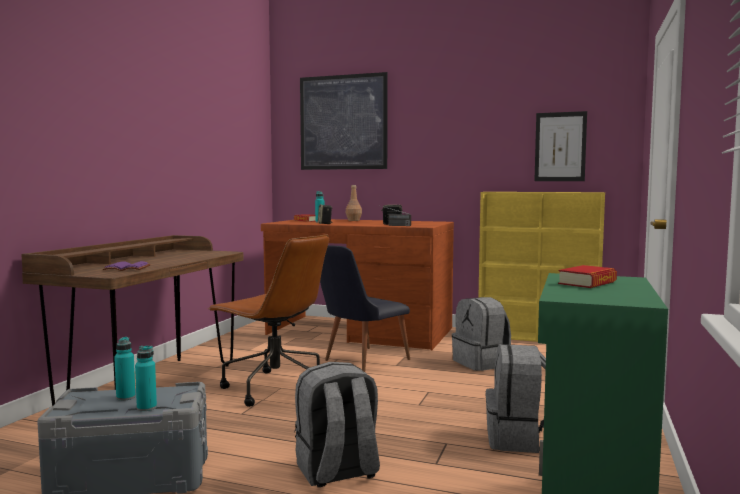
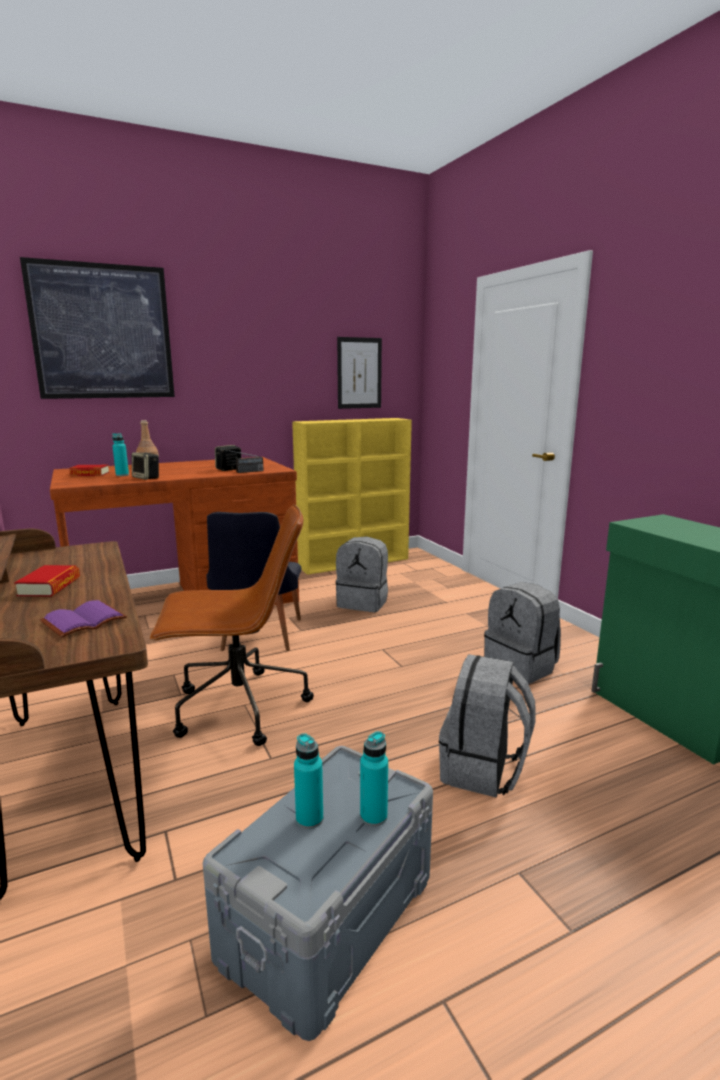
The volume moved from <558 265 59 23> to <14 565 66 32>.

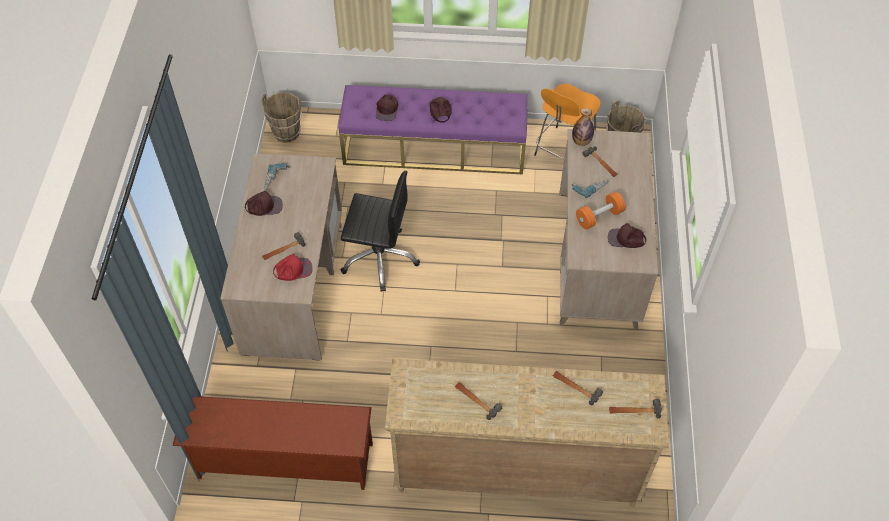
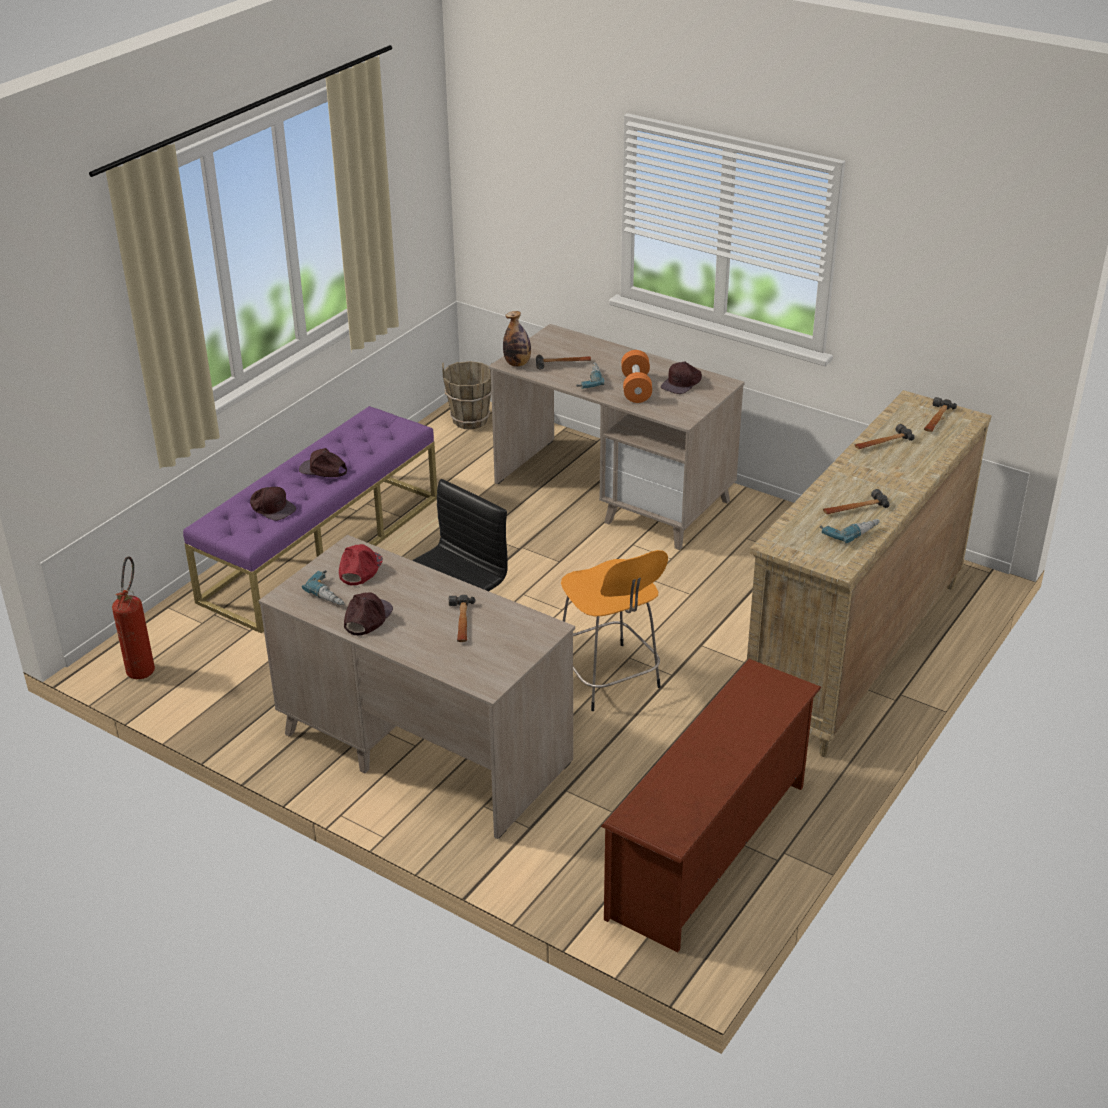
The bucket in brown at <262 92 40 51> was replaced by the extinguisher at <112 556 43 123>. The baseball cap in red-coloured moved from <273 254 40 27> to <339 544 44 41>. The stool seat in orange moved from <534 84 67 76> to <561 550 107 161>. The electric drill at <820 519 60 24> appeared.

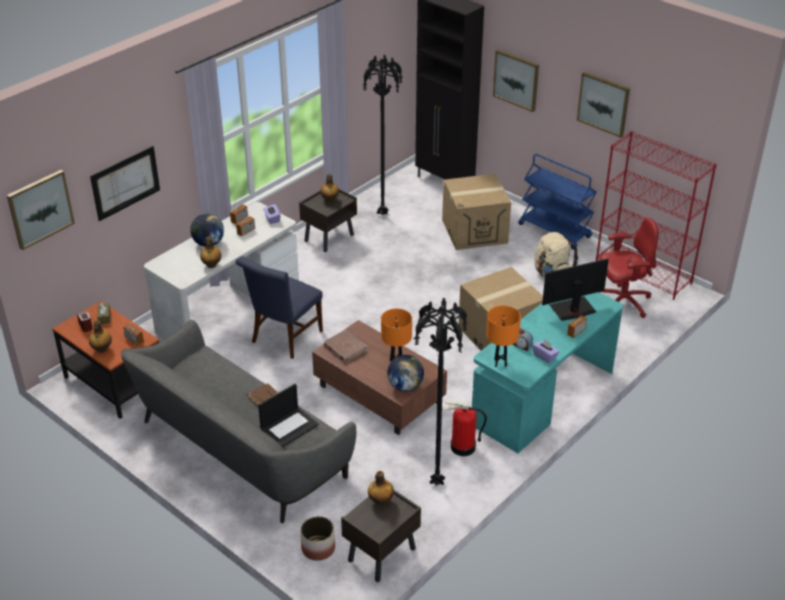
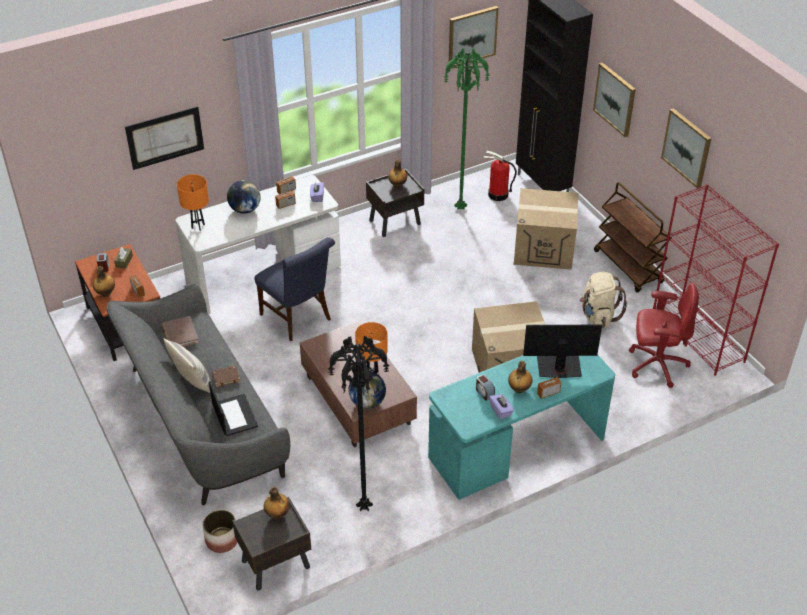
The wall picture moved from <7 170 68 80> to <449 6 50 61>. The beverage bottle moved from <200 237 21 31> to <508 361 25 32>. The plain chair in blue at <236 256 87 103> turned 90 degrees counterclockwise. The laptop at <258 383 61 64> turned 90 degrees counterclockwise. The volume in brown moved from <324 330 44 33> to <162 316 37 31>. The standard lamp in black at <363 55 40 161> became the standard lamp in greenish at <444 48 46 162>. The extinguisher moved from <442 400 45 56> to <484 151 33 50>. The table lamp in orange moved from <486 305 35 62> to <177 174 32 57>. The wheeled cart in blue at <518 154 78 95> became the wheeled cart in brown at <594 182 78 111>. The throw pillow at <163 338 51 56> appeared.

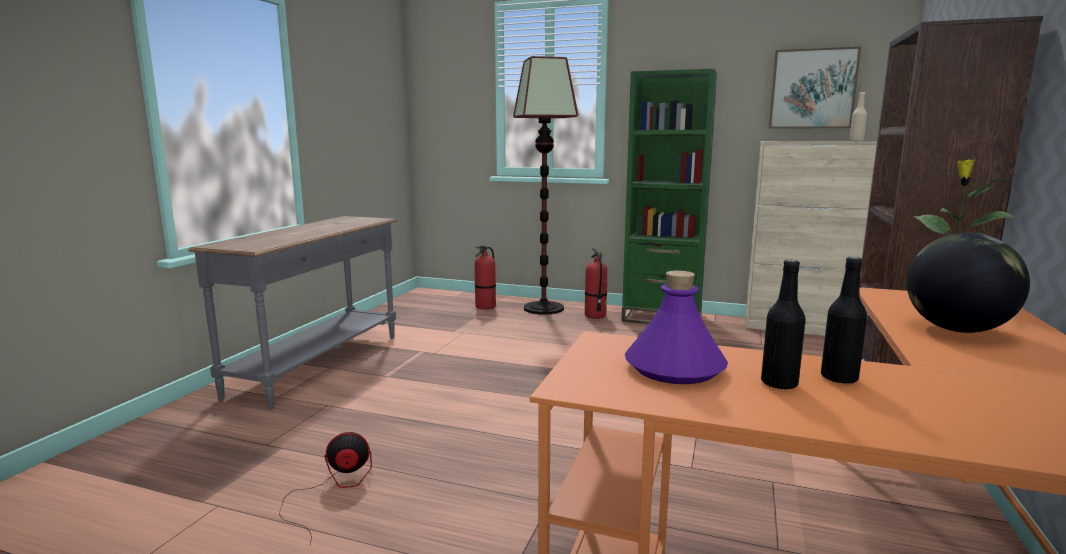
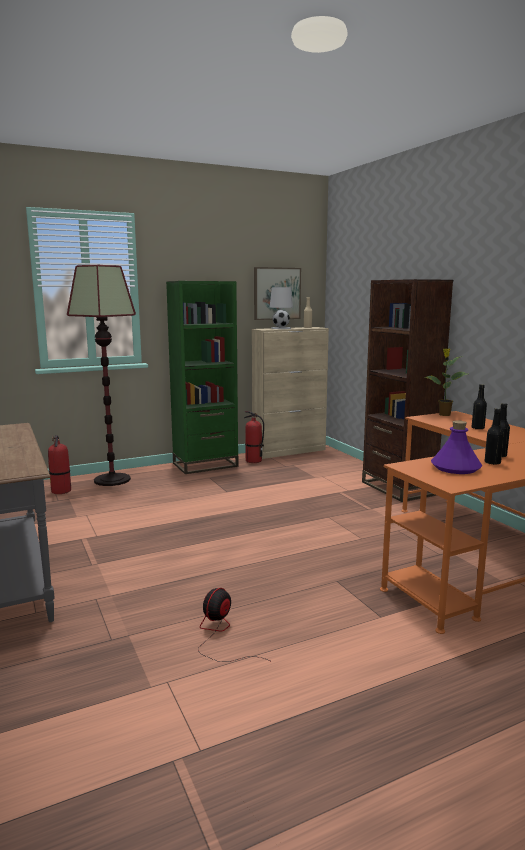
The extinguisher moved from <585 248 22 71> to <244 411 20 52>. The desk globe at <907 233 123 100> was replaced by the beverage bottle in black at <472 384 15 46>. The table lamp in white-coloured at <270 287 23 42> appeared.

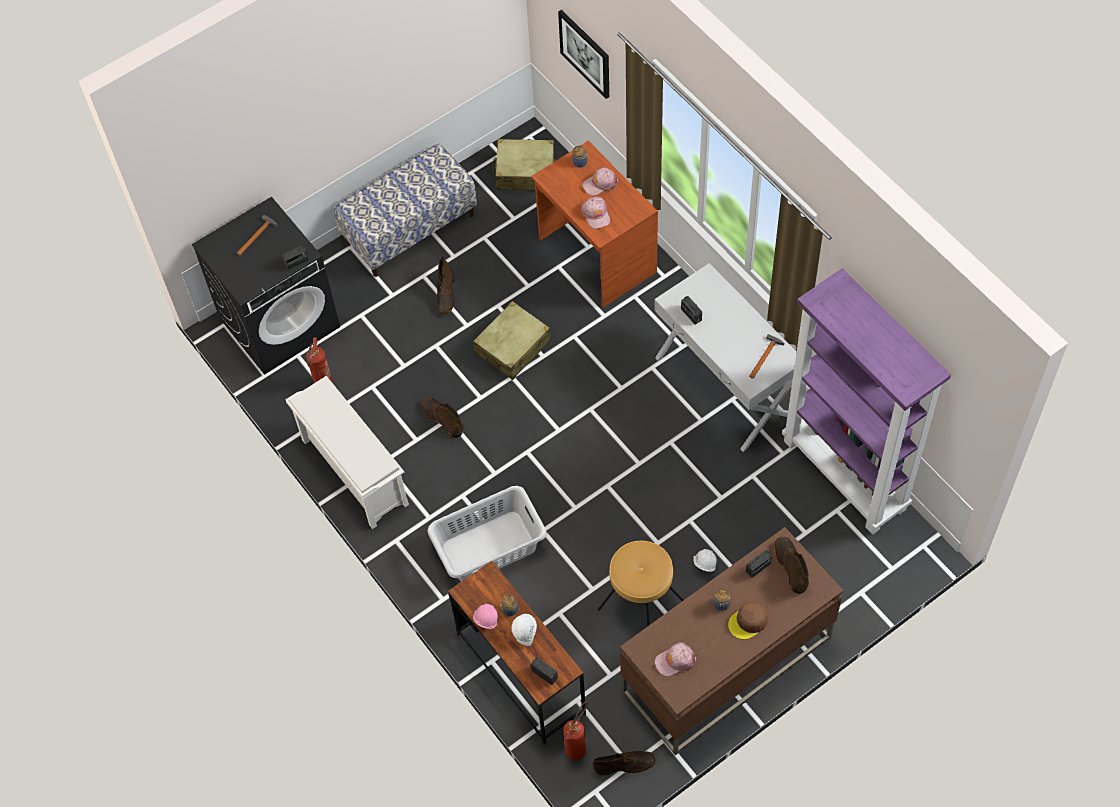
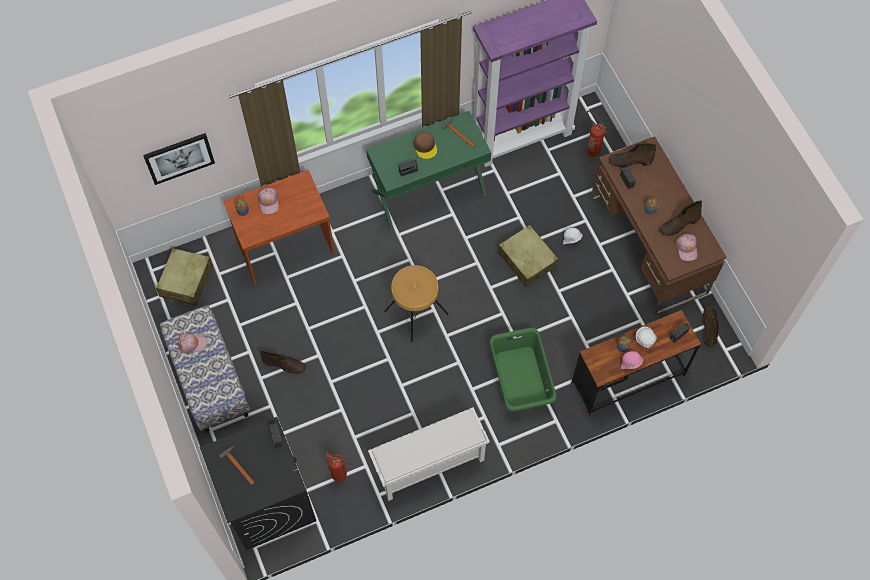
The tall boot in brown moved from <421 397 42 41> to <659 200 43 36>. The hamper in grey at <428 486 119 96> became the hamper in greenish at <489 328 68 84>. The travel case in sand-coloured moved from <473 301 78 79> to <498 225 60 62>. The extinguisher moved from <563 701 25 60> to <587 110 20 47>. The baseball cap in pink-coloured moved from <581 197 29 32> to <177 333 30 21>. The stool seat in brown moved from <597 541 87 86> to <384 265 65 77>. The hall table in white-coloured at <654 263 142 189> became the hall table in greenish at <366 111 125 120>. The baseball cap in brown moved from <728 602 40 37> to <414 132 23 27>.

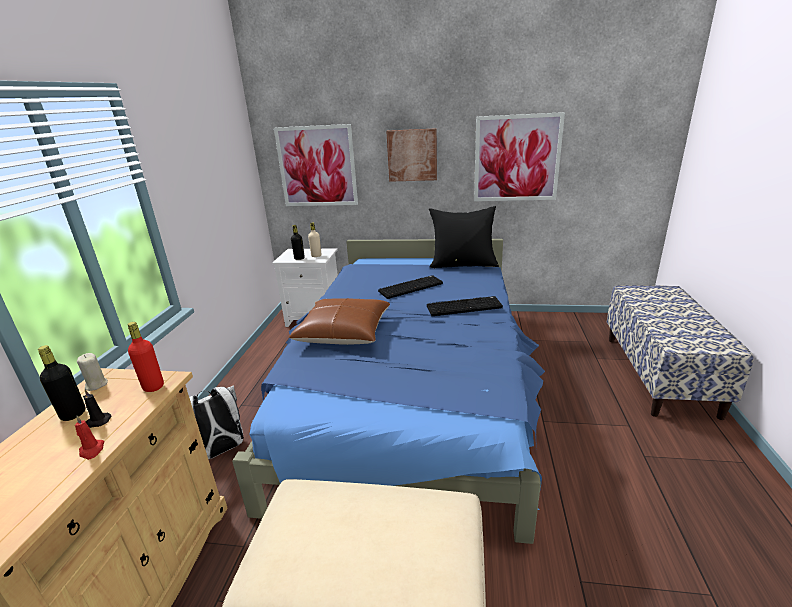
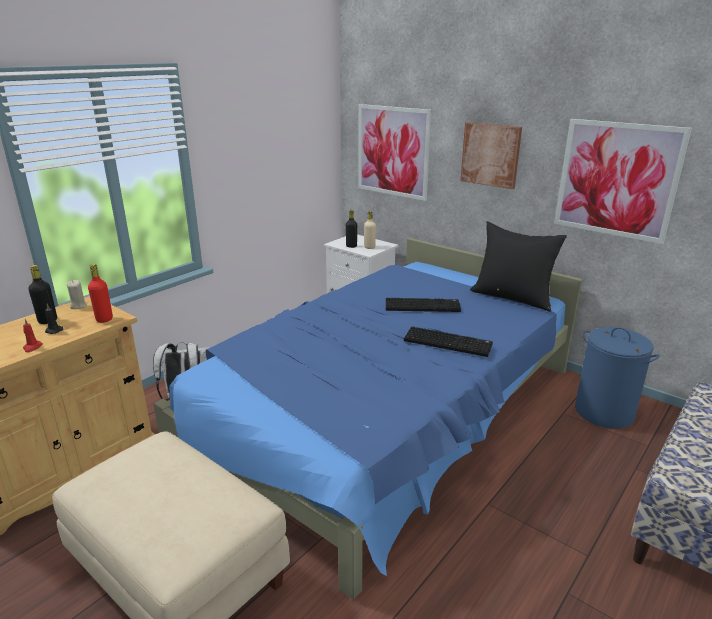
The throw pillow in brown at <289 298 101 47> disappeared. The hamper in blue at <575 327 85 102> appeared.

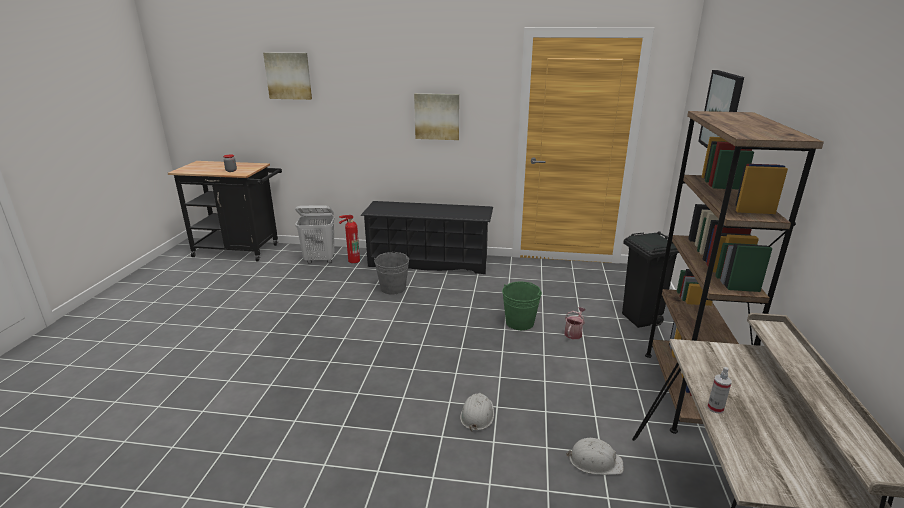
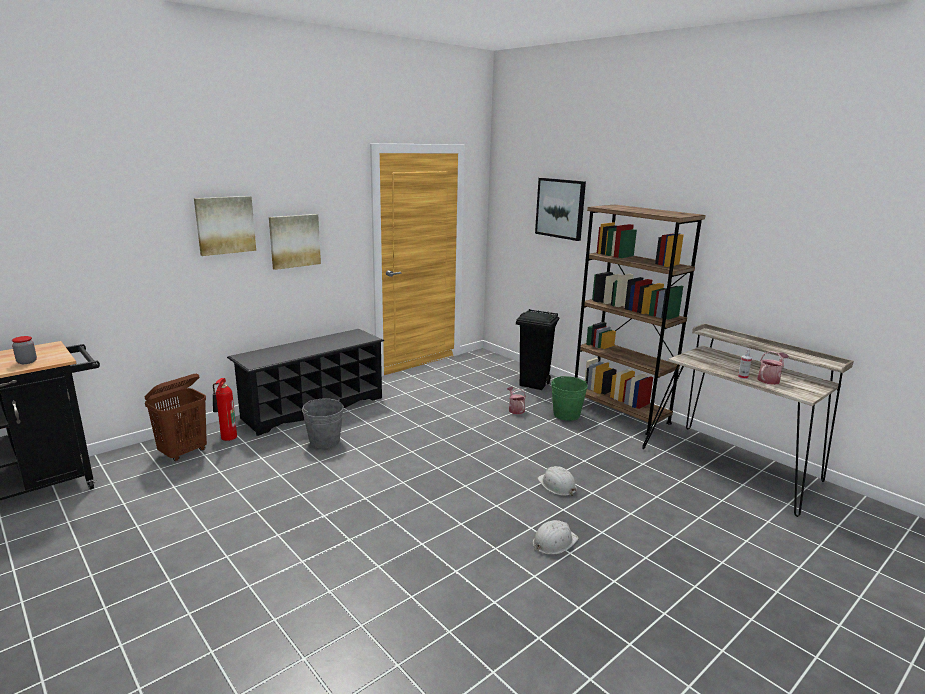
The wall picture moved from <263 53 49 47> to <194 196 62 60>. The hamper in white-coloured at <295 205 40 59> became the hamper in brown at <145 373 62 88>. The bucket in greenish moved from <502 282 40 48> to <551 376 37 45>. The work helmet in white-coloured moved from <566 438 58 37> to <533 520 46 35>. The watering can at <757 351 32 34> appeared.

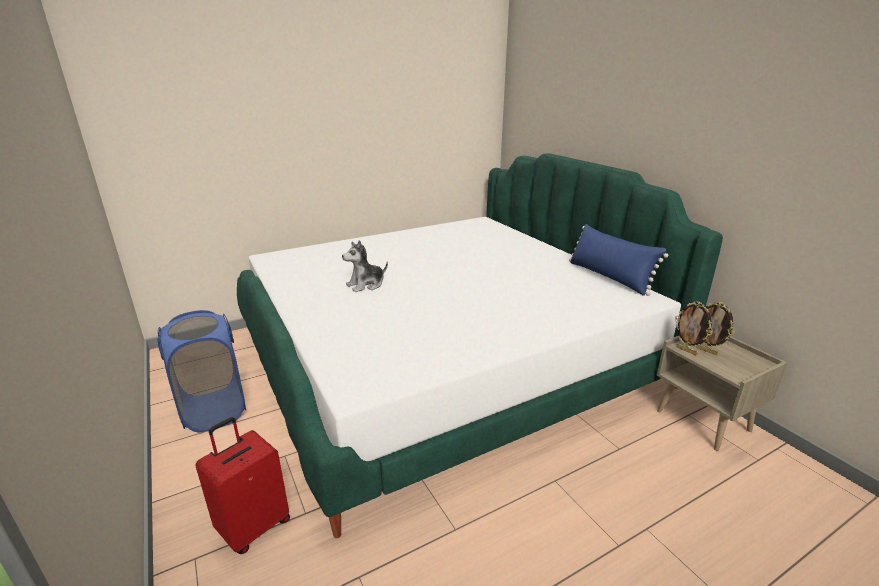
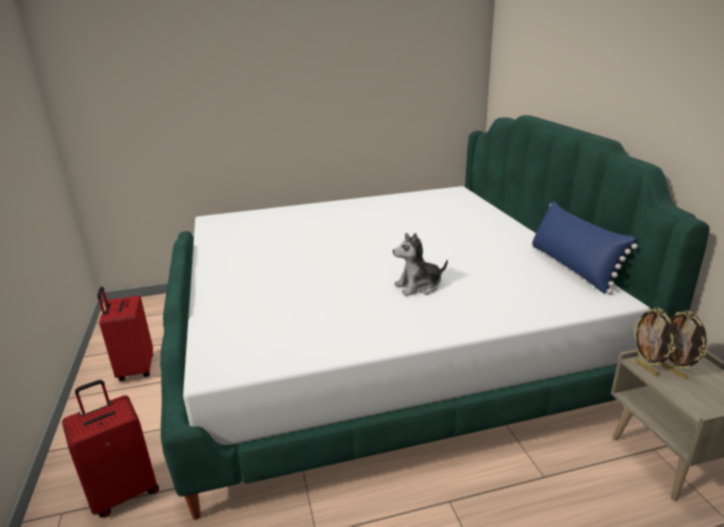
The hamper in blue at <157 310 89 122> was replaced by the travel case in red-coloured at <97 287 56 94>. The plush toy moved from <342 240 46 52> to <393 233 55 63>.

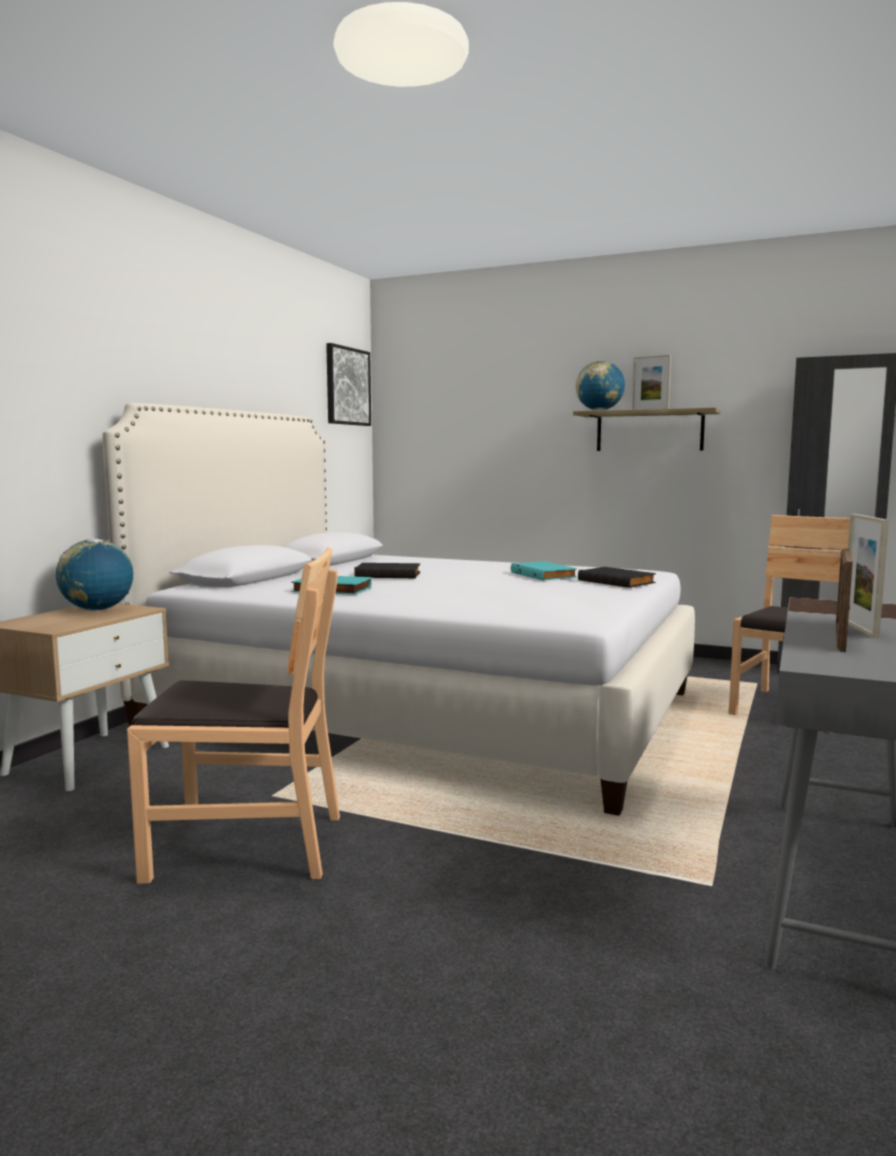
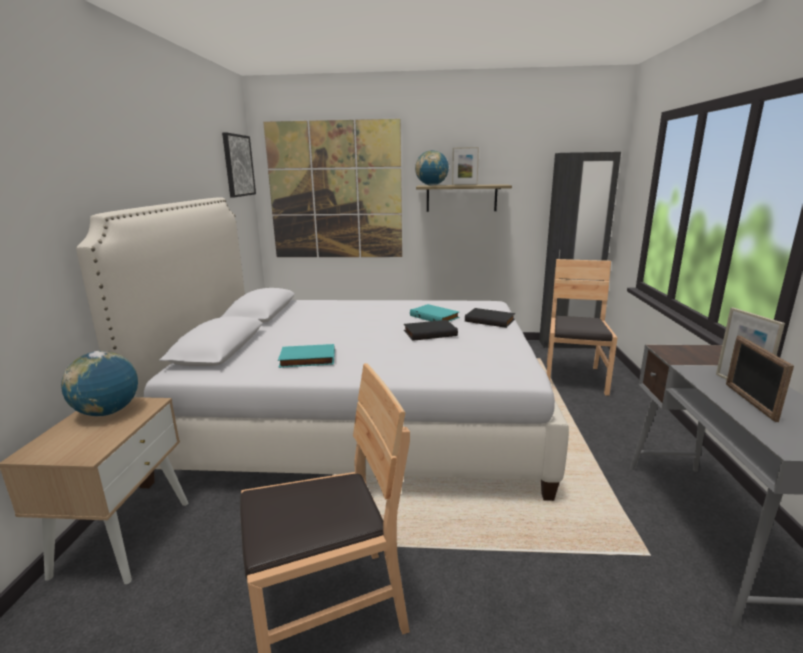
The volume in black moved from <354 563 66 15> to <404 320 54 21>. The wall picture at <263 119 139 138> appeared.

